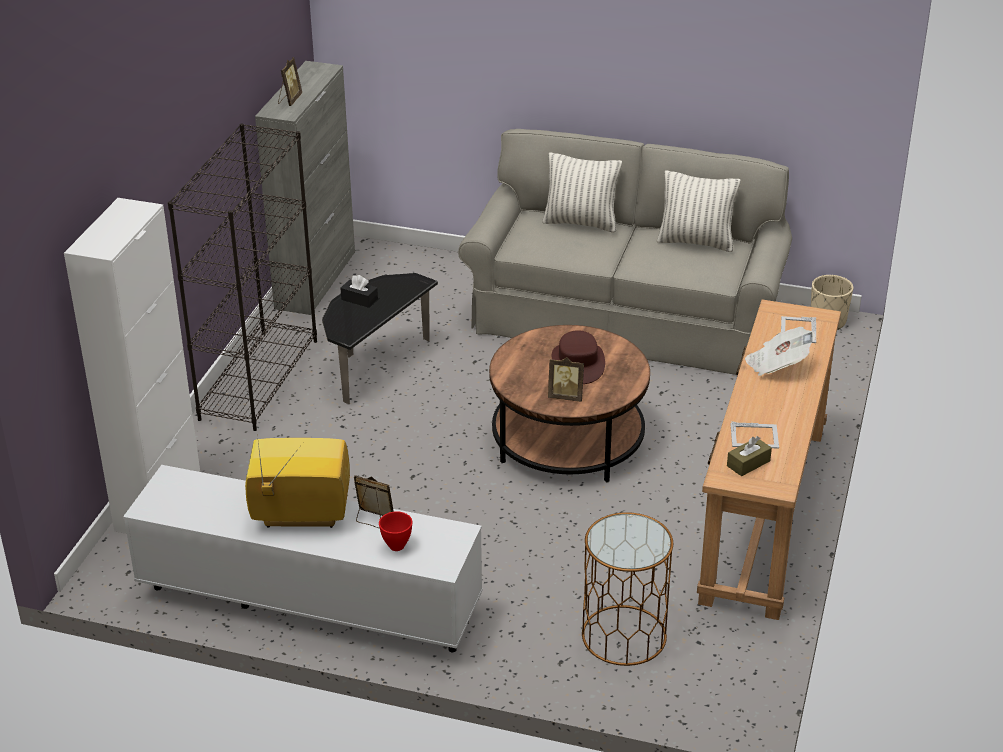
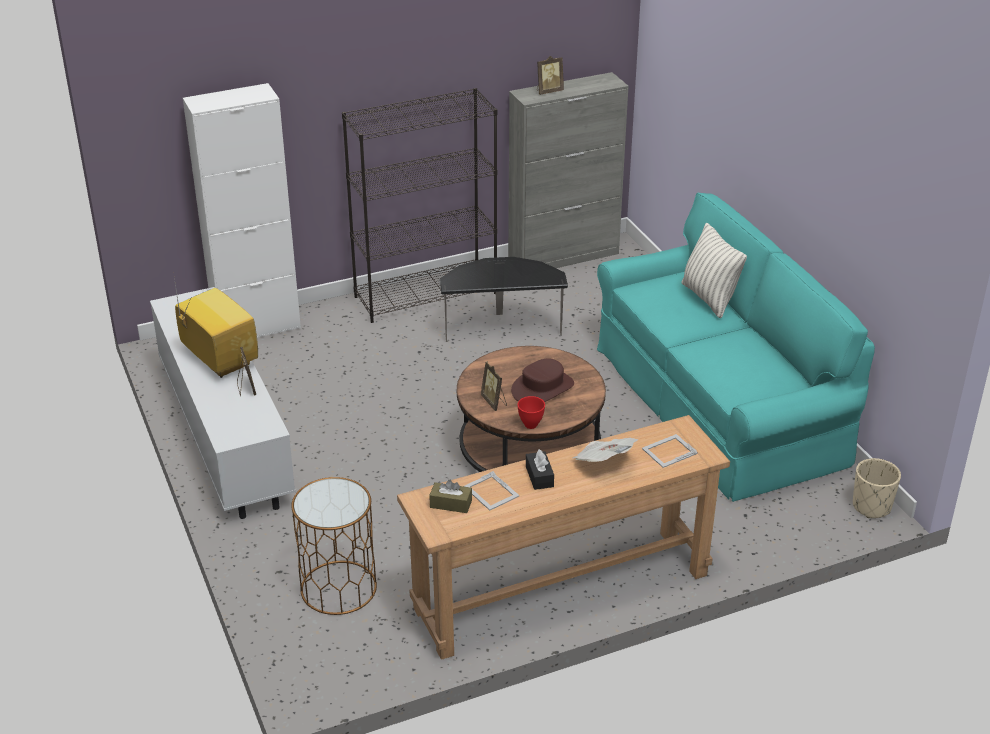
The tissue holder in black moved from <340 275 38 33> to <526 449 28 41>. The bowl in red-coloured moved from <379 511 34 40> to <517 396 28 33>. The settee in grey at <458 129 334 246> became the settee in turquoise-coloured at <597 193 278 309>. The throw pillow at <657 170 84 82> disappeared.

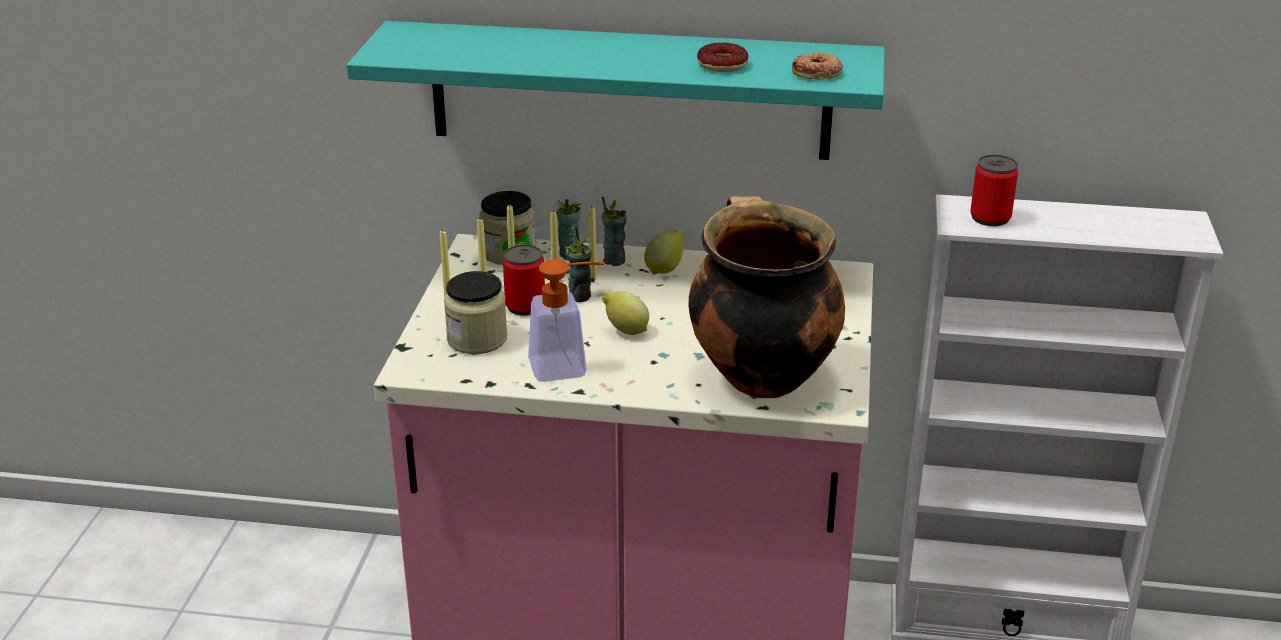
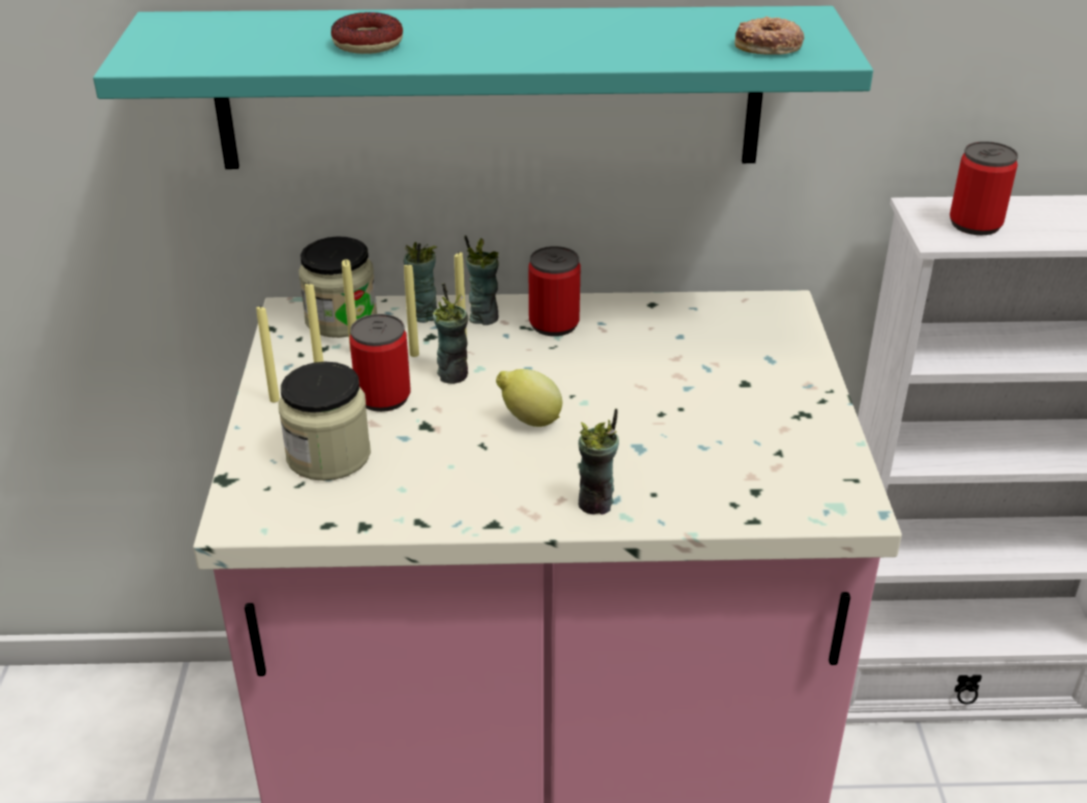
The liquid soap bottle at <528 259 77 123> disappeared. The whole lemon at <644 230 40 45> was replaced by the sealed can at <529 246 52 90>. The saucepot at <689 196 156 202> disappeared. The ring doughnut moved from <697 43 51 29> to <331 12 72 42>. The cup at <578 408 41 107> appeared.

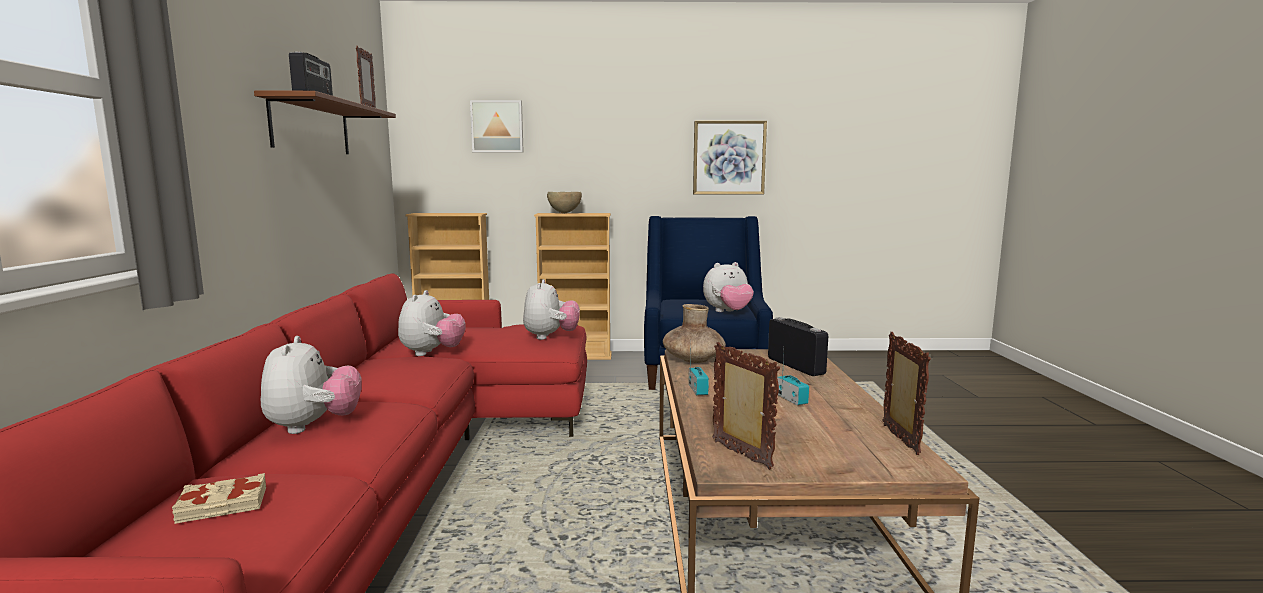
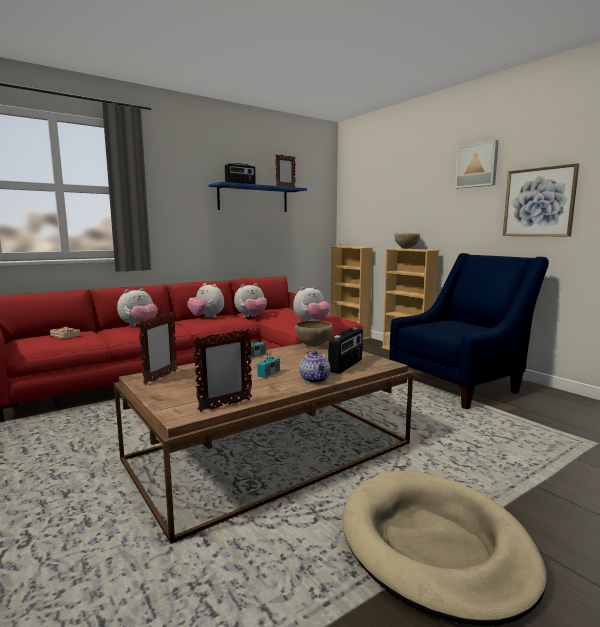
The wall shelf in brown at <254 91 142 63> became the wall shelf in blue at <209 182 98 30>. The wall picture moved from <470 100 54 53> to <455 140 44 49>. The vase in brown at <663 304 63 59> was replaced by the bowl in brown at <295 320 38 27>. The plush toy moved from <703 262 51 50> to <188 283 36 35>. The tea pot at <300 351 30 32> appeared. The dog bed in sand-coloured at <342 471 205 154> appeared.

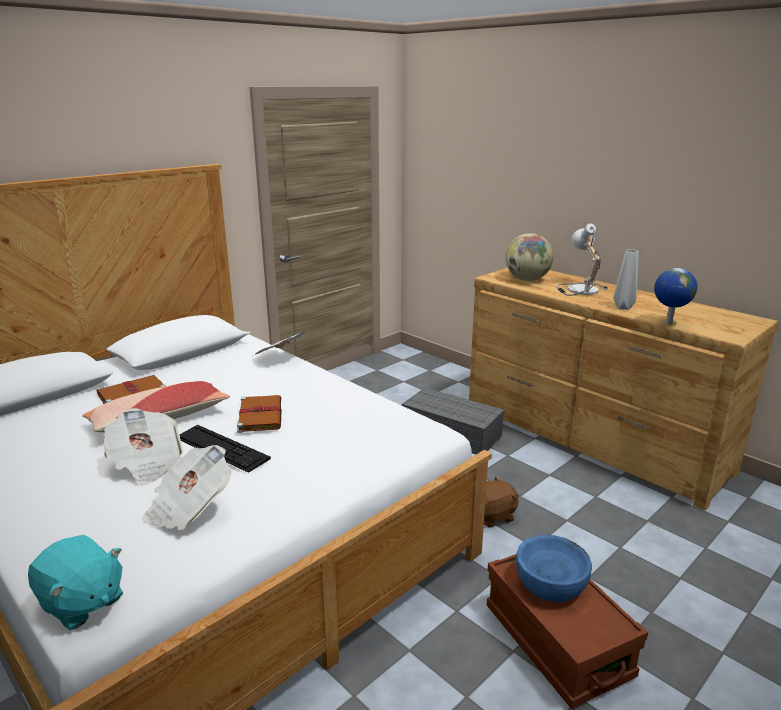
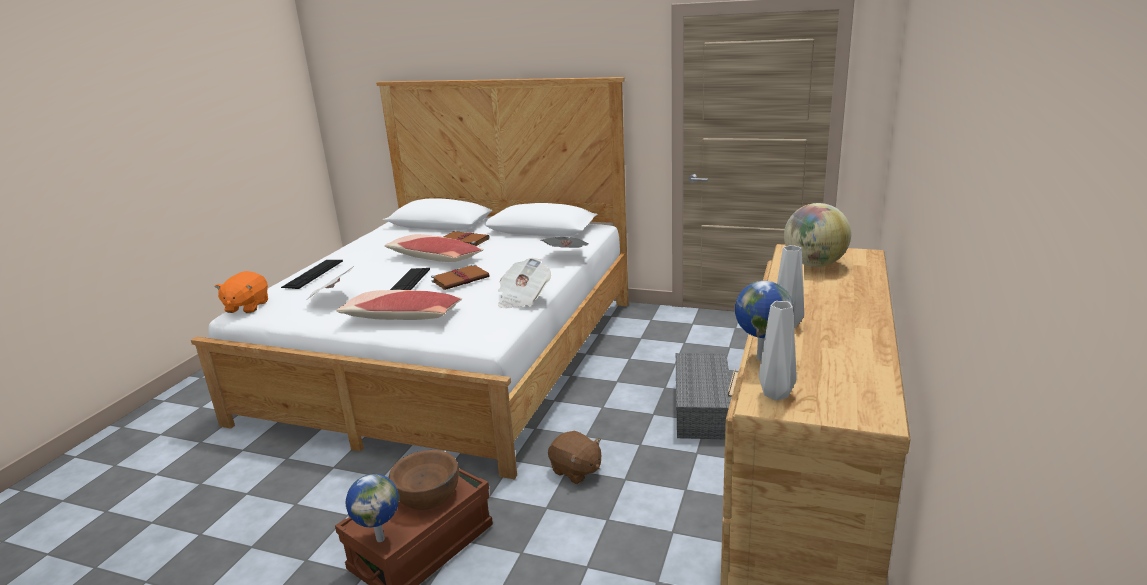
The plush toy in turquoise-coloured at <28 535 95 95> became the plush toy in orange at <214 271 54 42>. The newspaper moved from <103 408 80 77> to <498 258 53 50>. The bowl in blue at <516 535 76 67> became the bowl in brown at <389 450 70 60>. The table lamp at <557 224 51 72> disappeared. The keyboard at <281 260 62 29> appeared. The throw pillow at <336 290 126 30> appeared. The desk globe at <346 474 53 68> appeared. The vase in grey at <759 301 38 100> appeared.

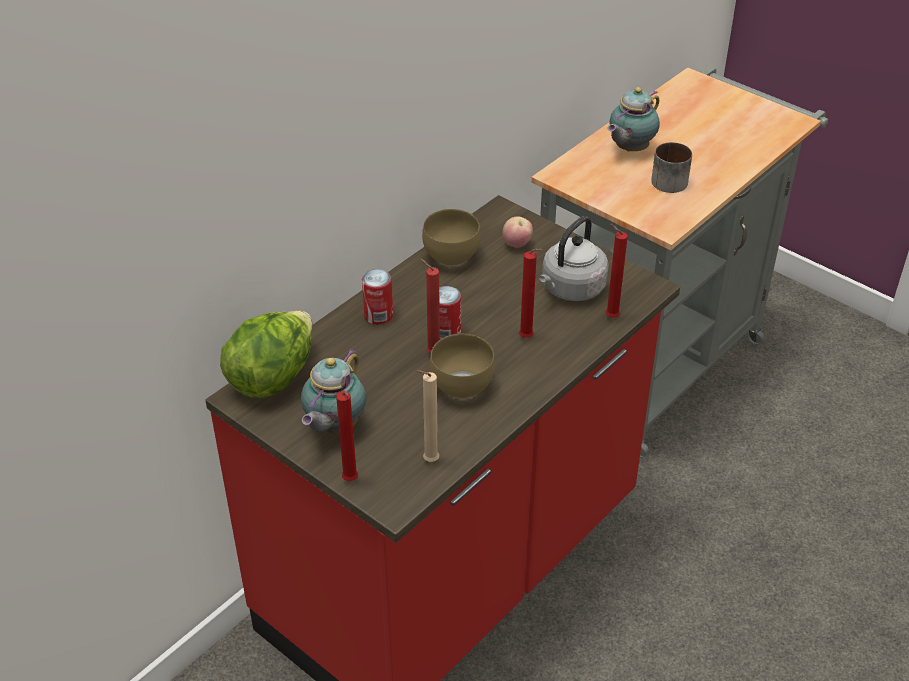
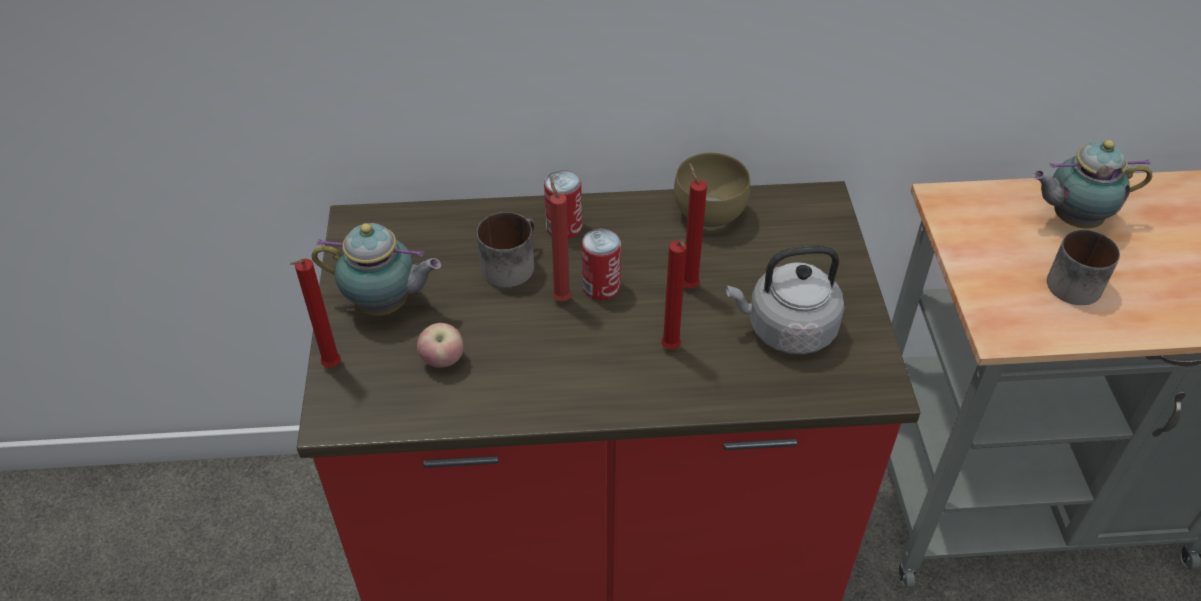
The head of lettuce at <220 311 92 87> disappeared. The tea pot at <301 349 66 85> turned 150 degrees counterclockwise. The wax light in sand-coloured at <416 370 23 92> disappeared. The bowl in brown at <430 333 65 65> disappeared. The apple fruit moved from <502 216 31 32> to <417 323 46 45>. The wax light in red-coloured moved from <606 224 22 94> to <684 163 23 125>. The coffee mug at <477 212 58 76> appeared.

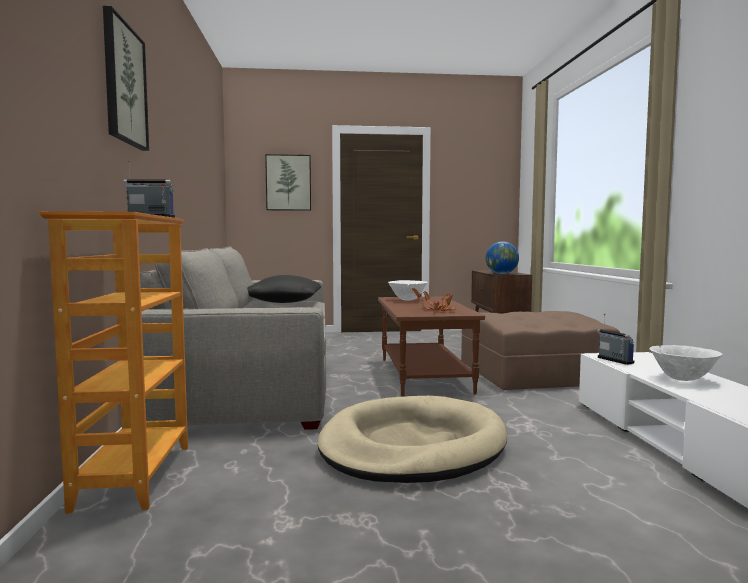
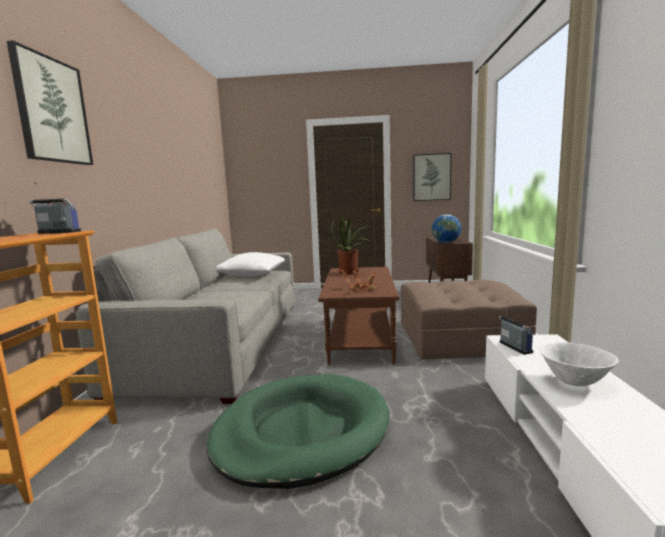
The throw pillow in black at <247 275 74 28> became the throw pillow in white-coloured at <217 252 68 24>. The wall picture moved from <265 154 46 57> to <413 153 38 48>. The dog bed in sand-coloured at <317 396 190 87> became the dog bed in greenish at <207 374 182 115>. The bowl in white-coloured at <388 280 40 21> was replaced by the plant in a pot at <331 216 40 59>.

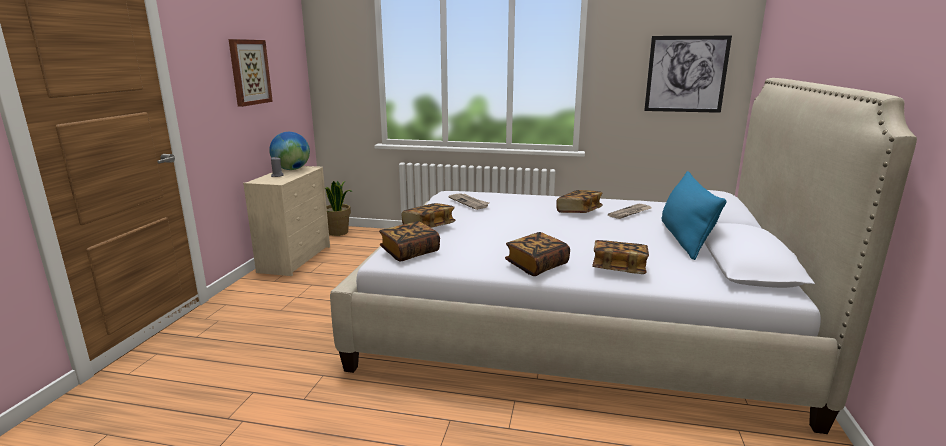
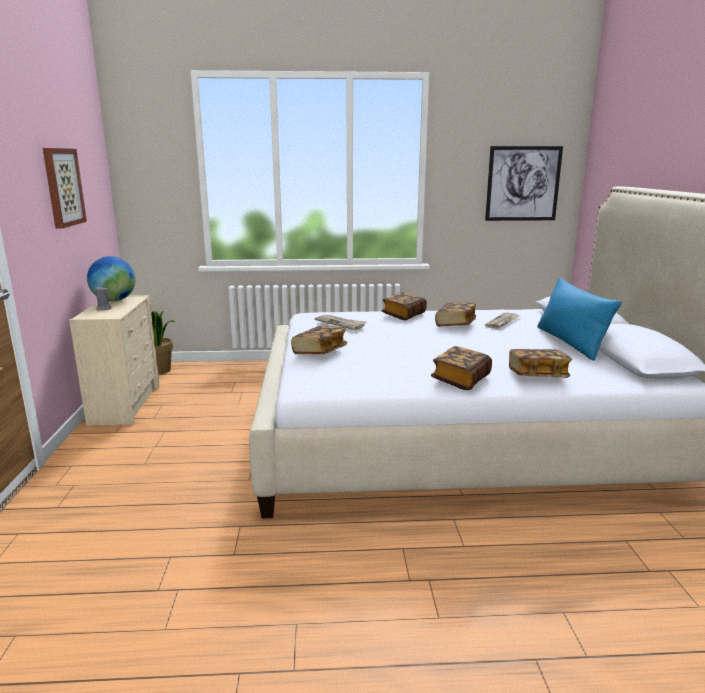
The volume moved from <379 221 61 41> to <381 293 46 27>.

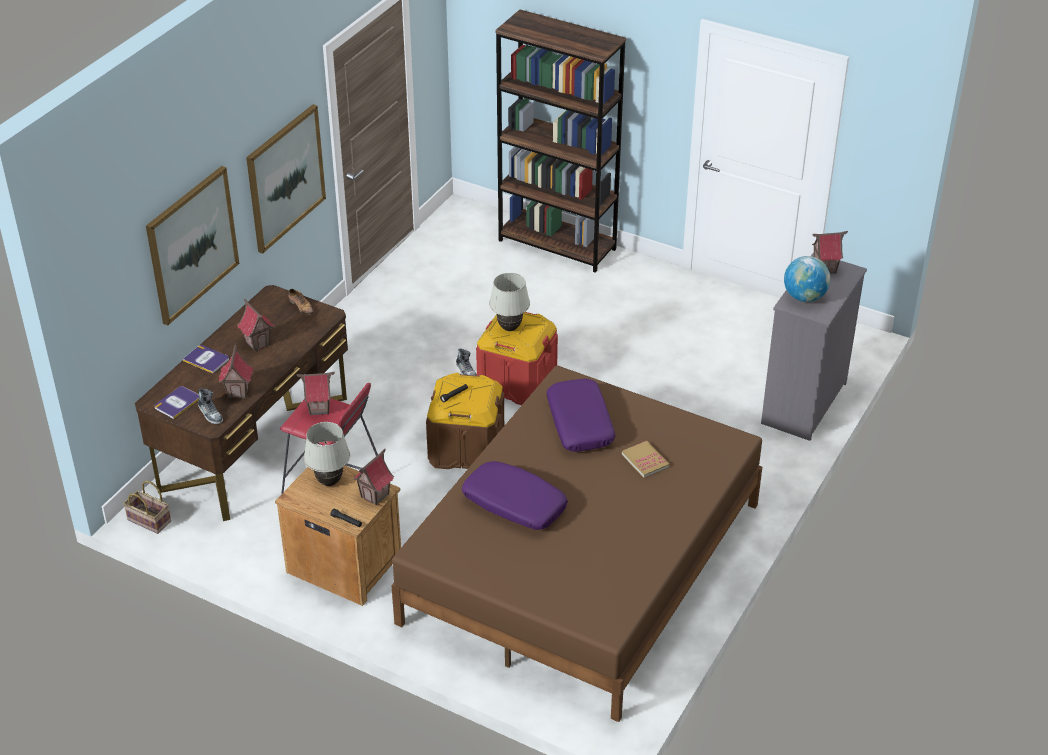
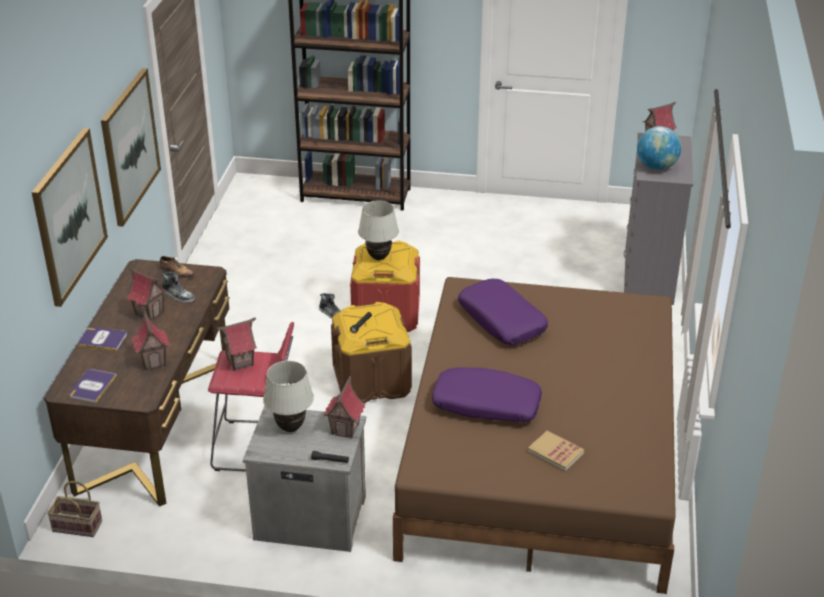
The item of footwear moved from <198 388 25 36> to <162 272 33 31>. The nightstand in brown at <275 466 126 140> became the nightstand in grey at <243 406 123 146>. The volume moved from <622 441 48 37> to <528 431 57 41>.

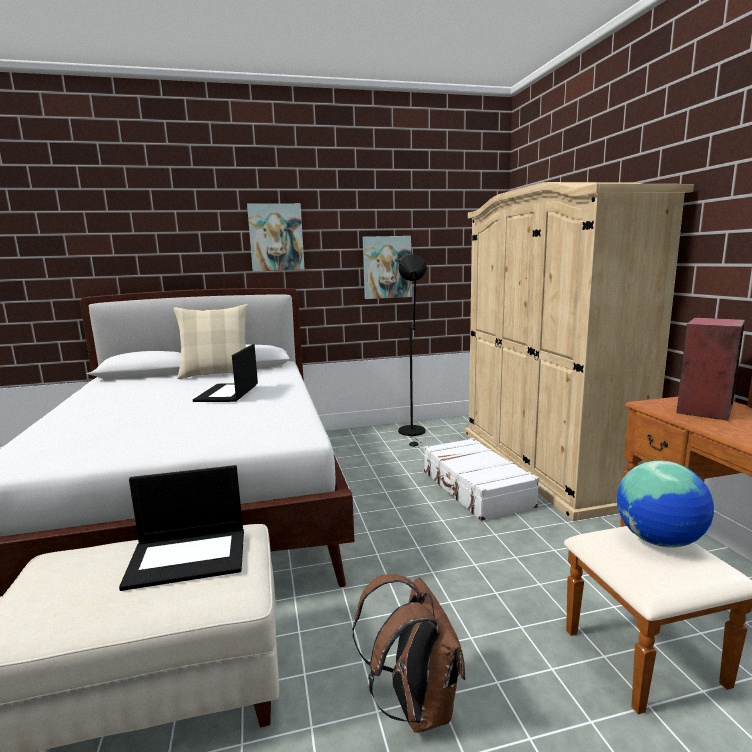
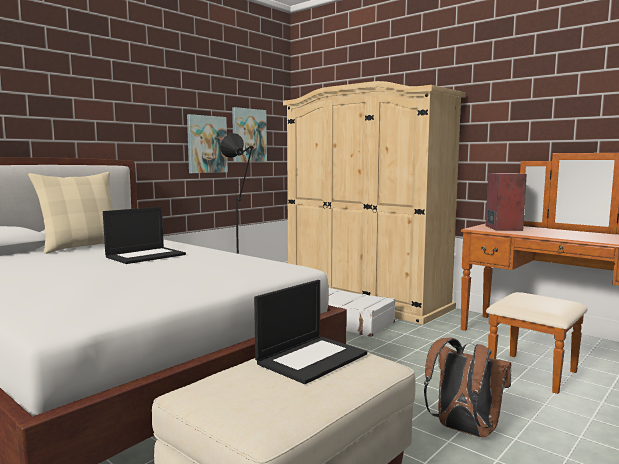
The laptop at <193 344 65 58> turned 105 degrees counterclockwise. The wall picture moved from <247 203 58 68> to <232 107 35 55>. The desk globe at <617 460 97 88> disappeared.

